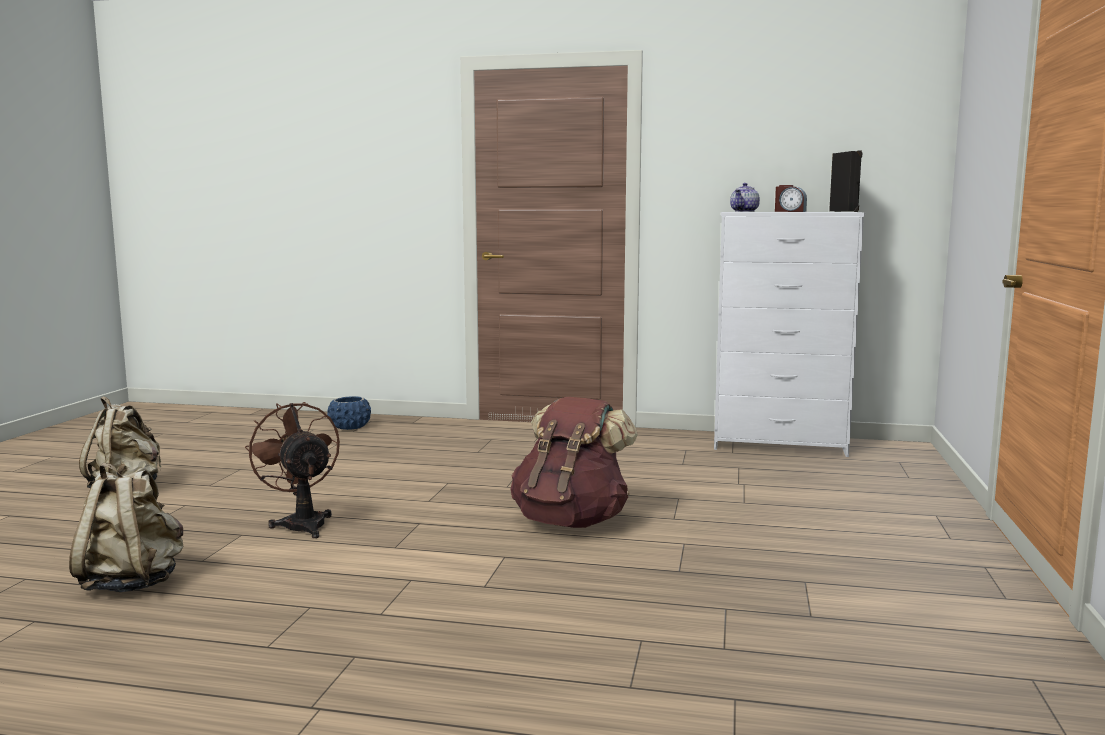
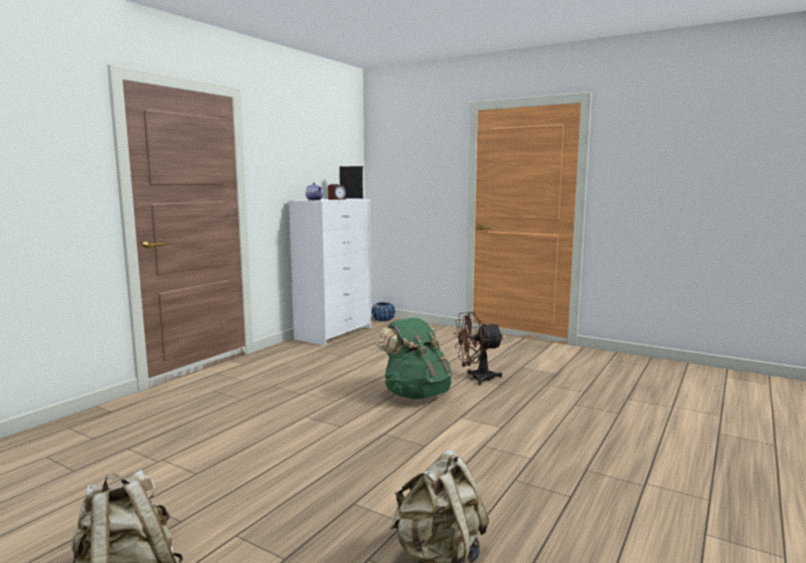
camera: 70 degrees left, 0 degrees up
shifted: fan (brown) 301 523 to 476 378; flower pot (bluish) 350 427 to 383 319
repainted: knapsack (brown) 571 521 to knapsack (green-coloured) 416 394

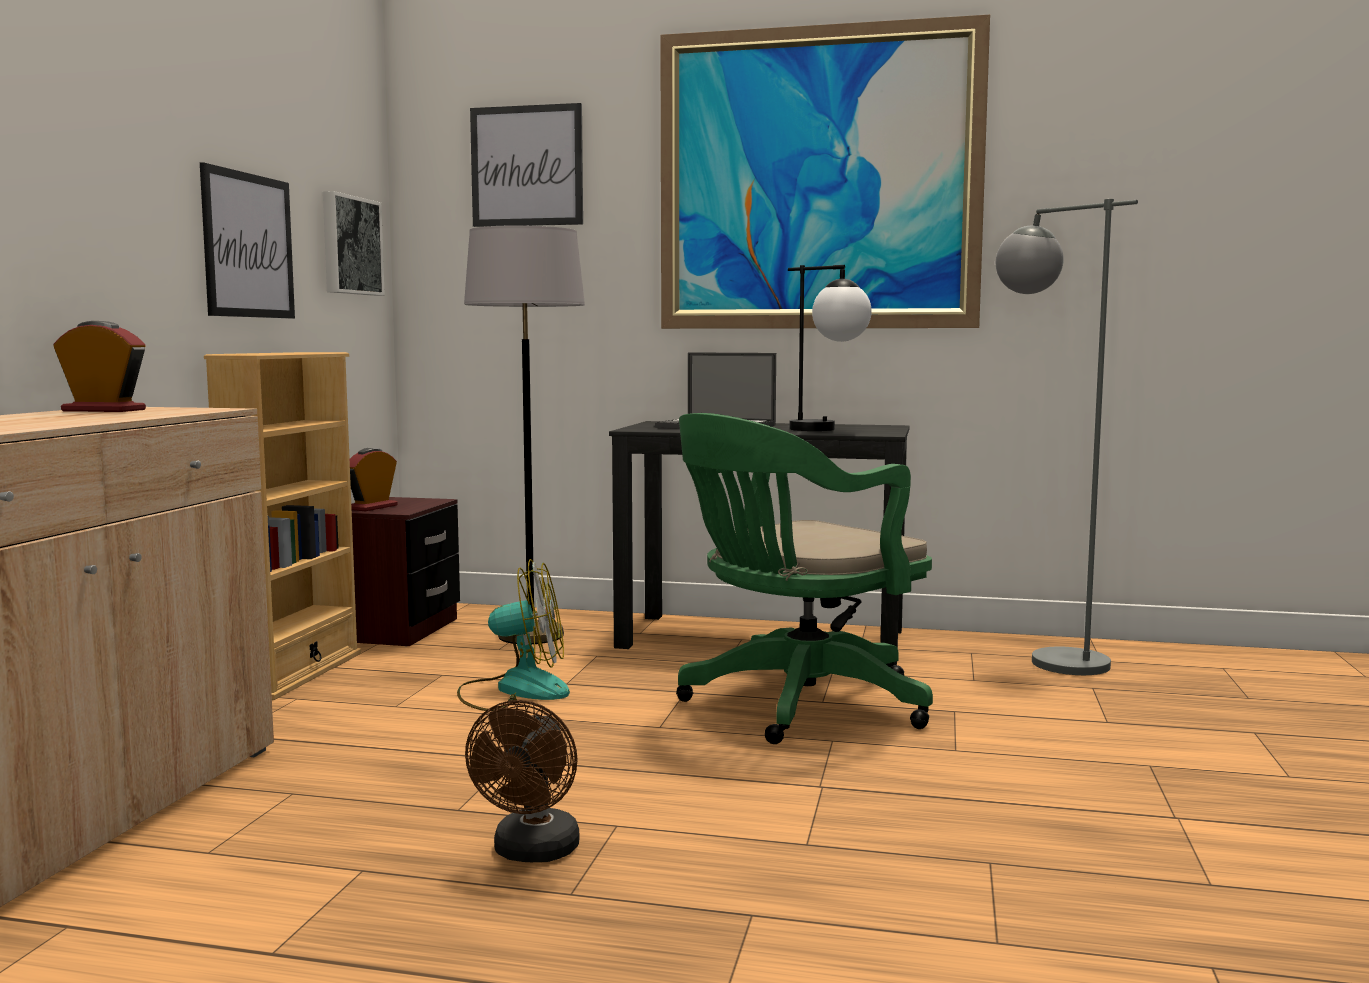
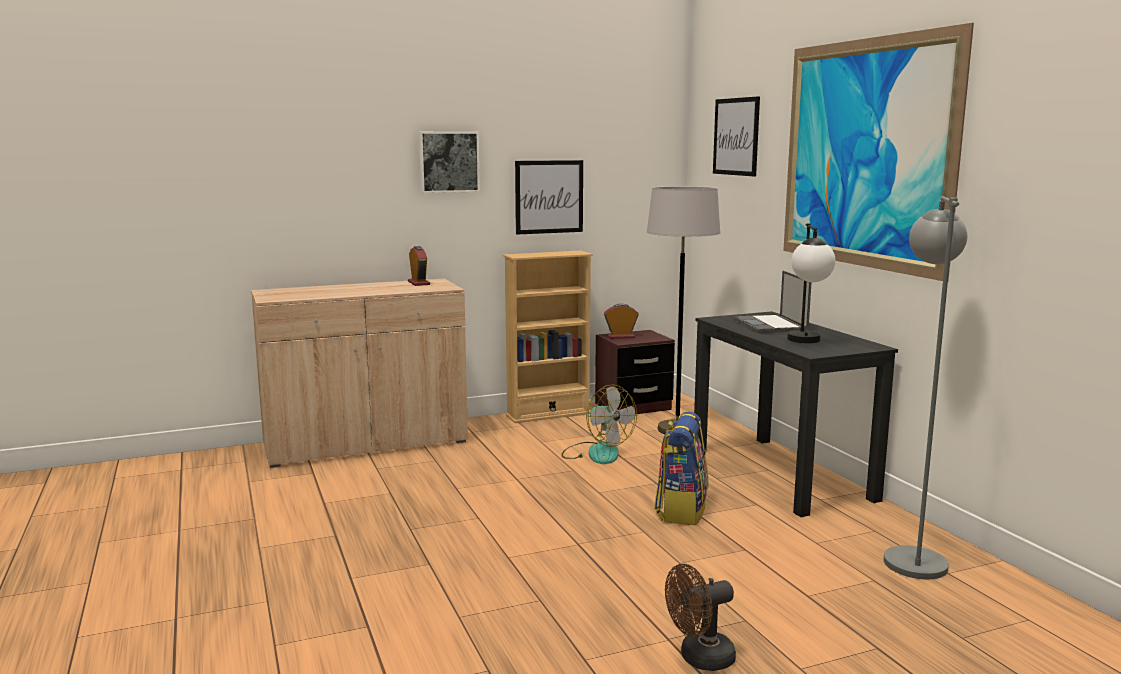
camera: 55 degrees right, 5 degrees up
shifted: wall picture 349 245 to 448 162; fan (brown) 532 853 to 699 659
swapped: desk chair (green-coloured) 796 705 to knapsack 681 510

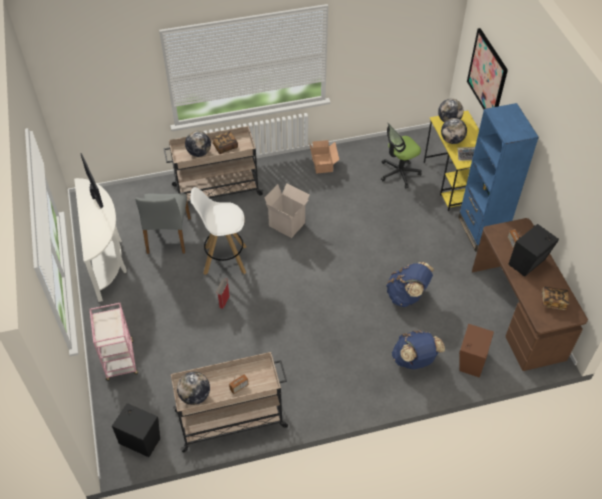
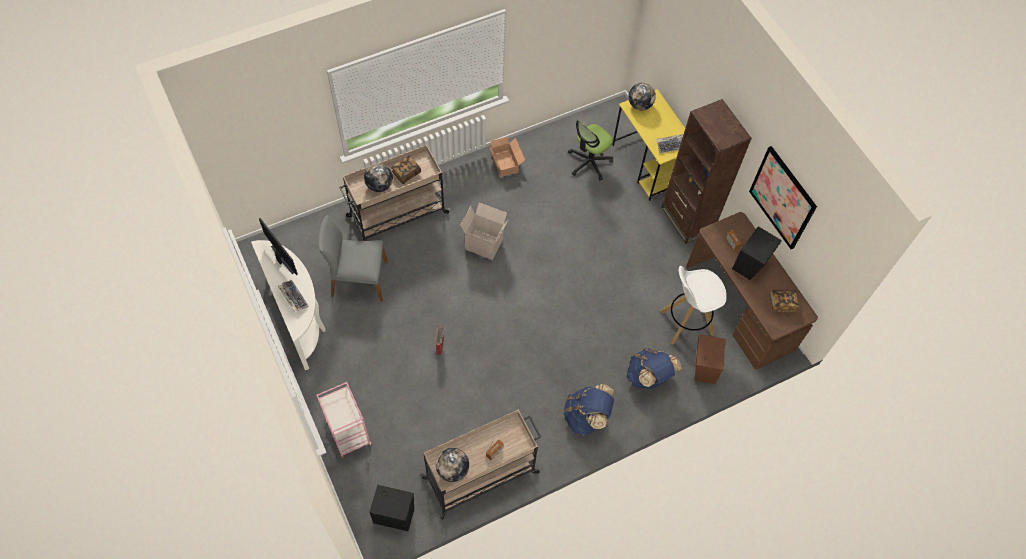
camera: 15 degrees left, 10 degrees up
gone: world globe 452 140
new: keyboard 293 297
shifted: stool (white-coloured) 224 260 to 686 323; knapsack (bluish) 407 295 to 586 417; wall picture 487 75 to 782 198
repainted: bookcase (bluish) 481 231 to bookcase (brown) 687 219
rotated: upright chair (grey) 168 236 = 358 279 105 degrees clockwise

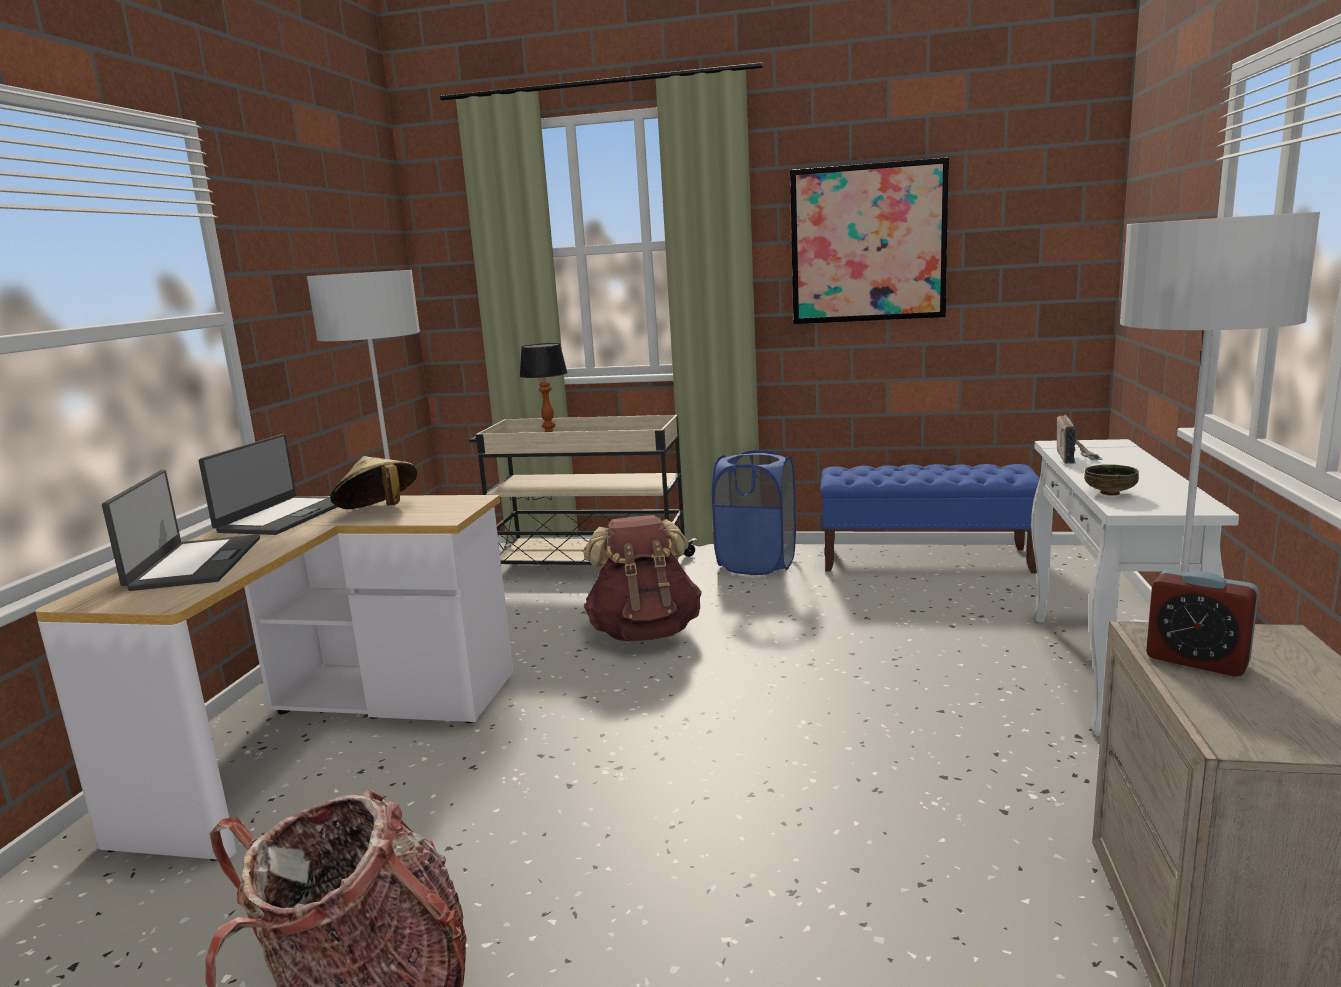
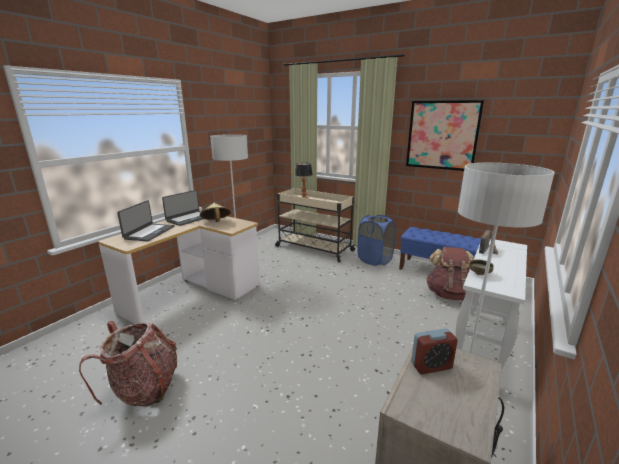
camera: 20 degrees right, 5 degrees up
shifted: knapsack (brown) 645 632 to 449 294
rotated: table clock 1196 660 = 431 366 75 degrees counterclockwise

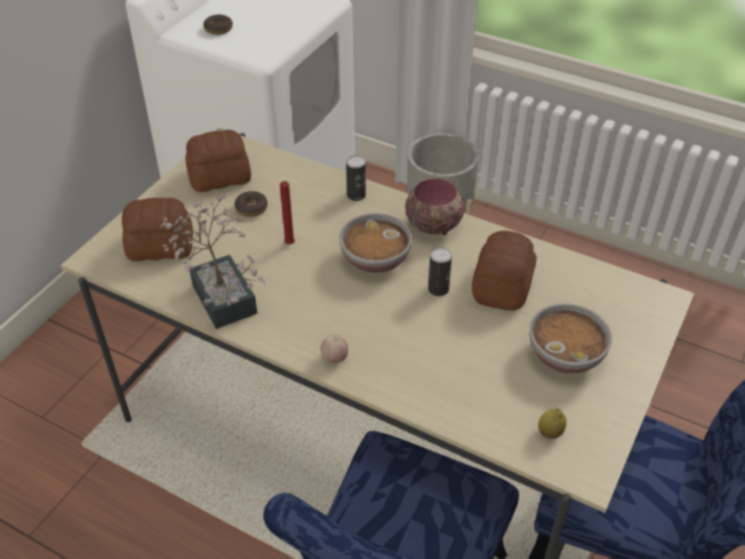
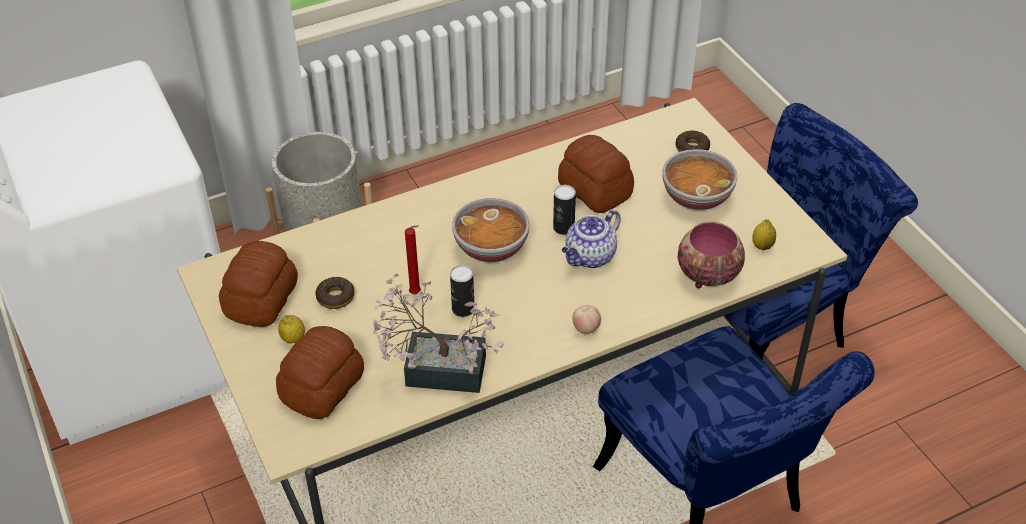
camera: 55 degrees left, 0 degrees up
new: citrus fruit 293 339; teapot 590 257
shifted: donut 218 29 to 692 148; can 356 195 to 463 309; bowl 433 225 to 706 274

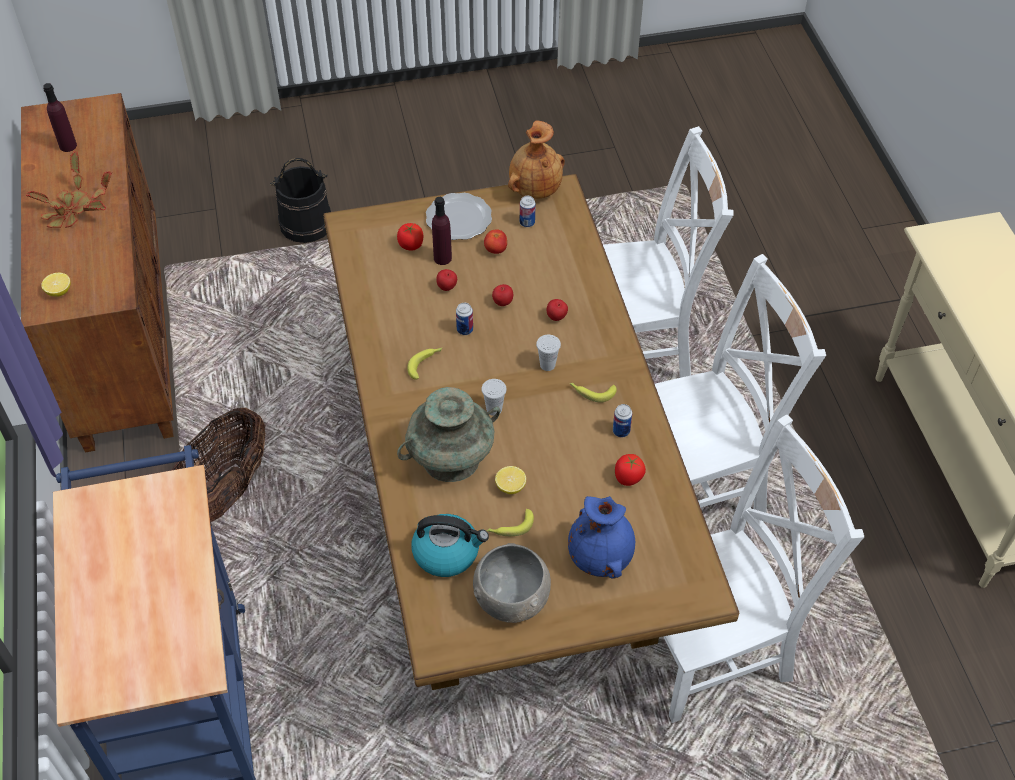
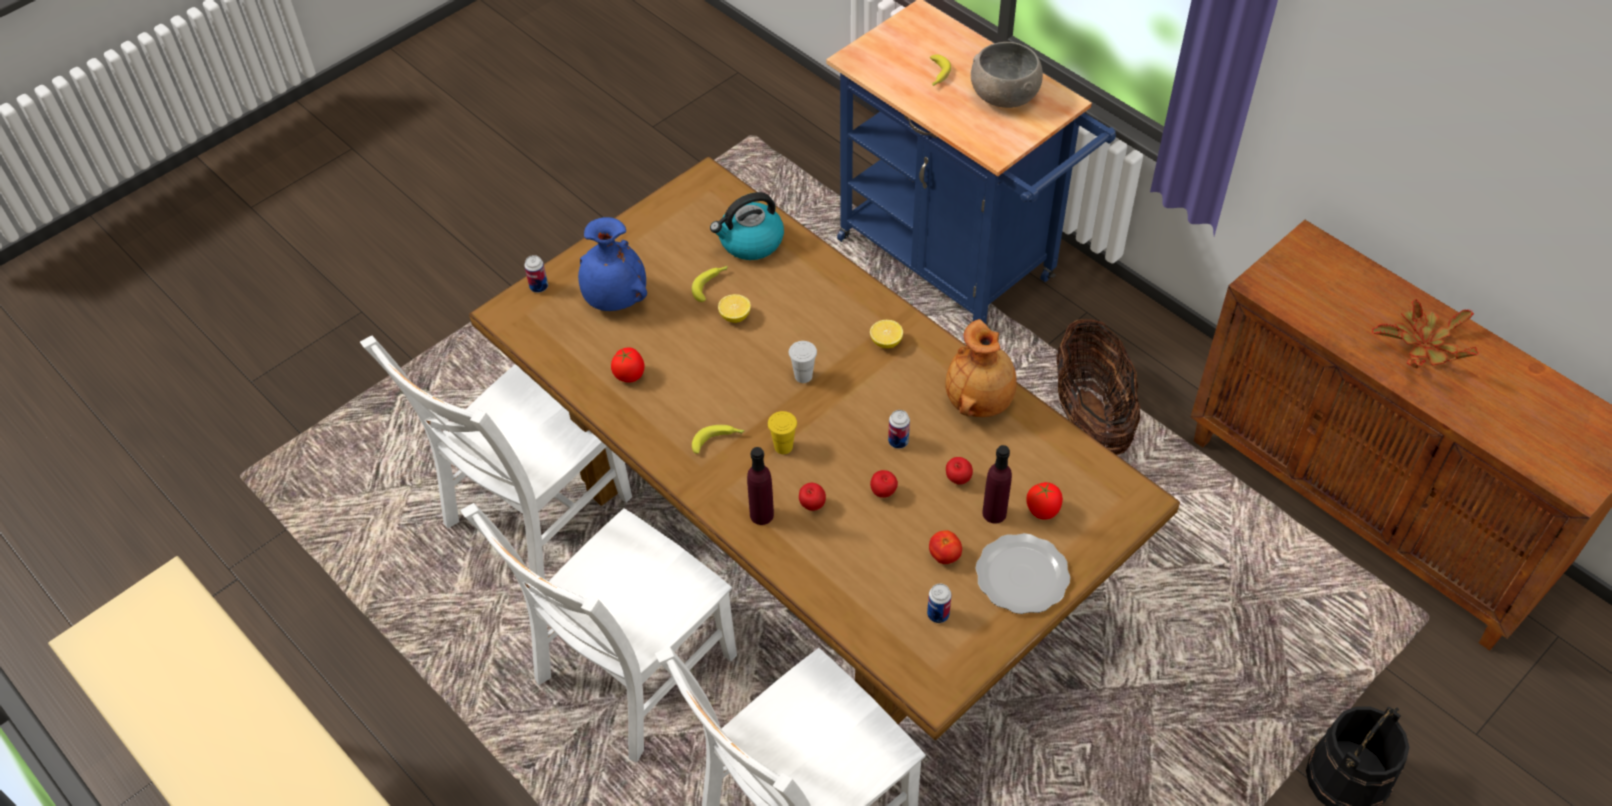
camera: 150 degrees right, 0 degrees up
gone: decorative vase (blue-green) 450 459
shifted: citrus fruit 59 291 to 886 342; bottle (purplish) 68 146 to 761 514; whole banana 425 364 to 937 75; bowl (grey) 512 597 to 1004 95; decorative vase (brown) 534 189 to 980 401; can 621 431 to 539 287
repainted: drinking cup (white-coloured) 547 365 to drinking cup (yellow) 783 447

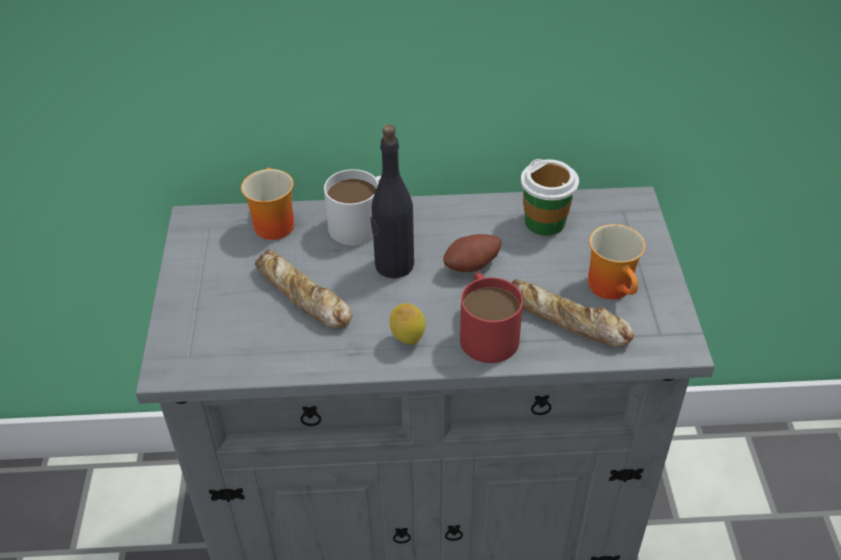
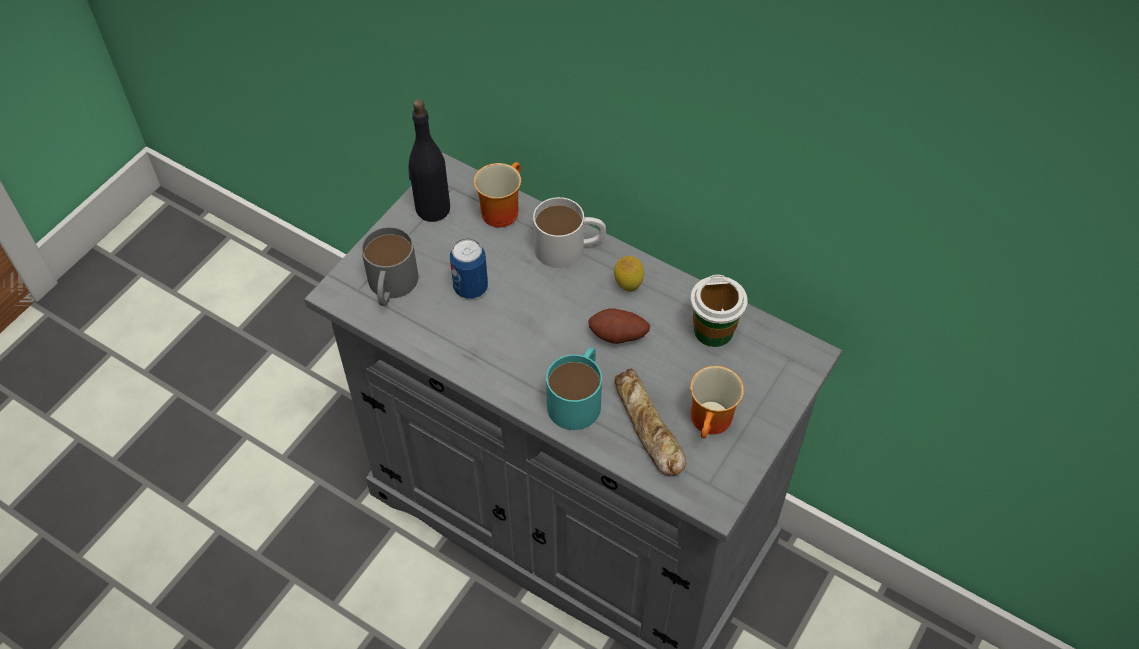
camera: 35 degrees right, 10 degrees up
new: coffee mug (grey) 390 286
shifted: bottle (blackish) 393 265 to 432 209; citrus fruit 407 340 to 628 286
swapped: bread 302 297 to can 471 288
repainted: coffee mug (red-coloured) 486 330 to coffee mug (blue-green) 578 397

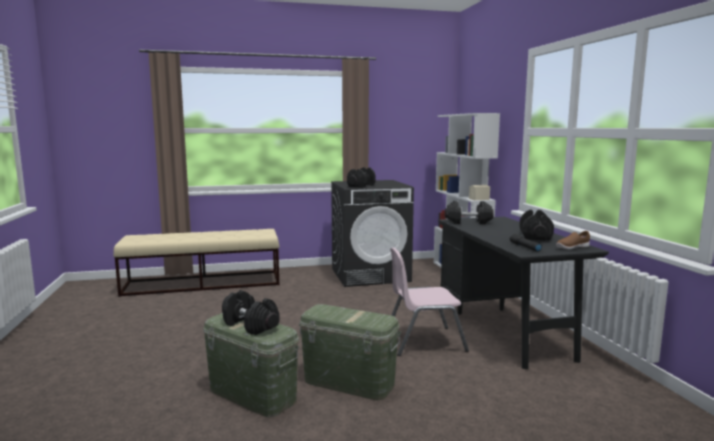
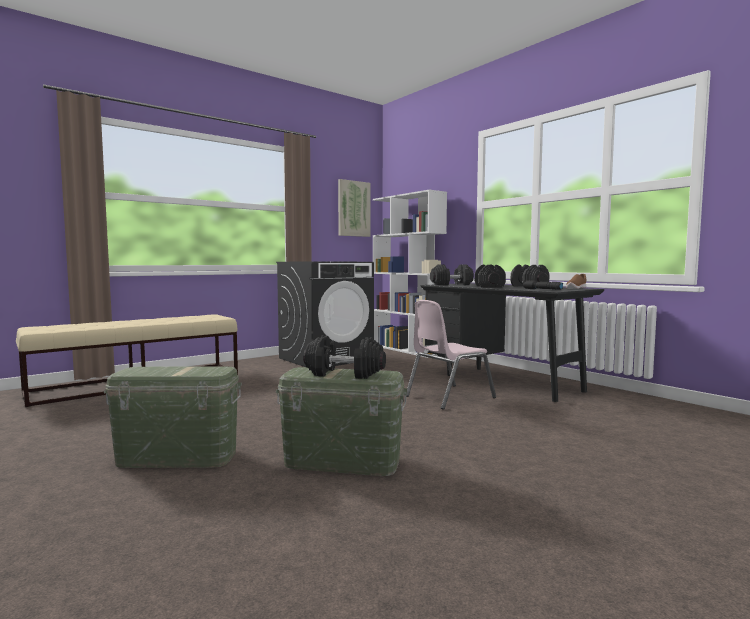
camera: 25 degrees left, 5 degrees down
new: wall picture 353 208
shifted: storage box (green-coloured) 349 382 to 178 457; hand weight (blackish) 361 185 to 489 286

